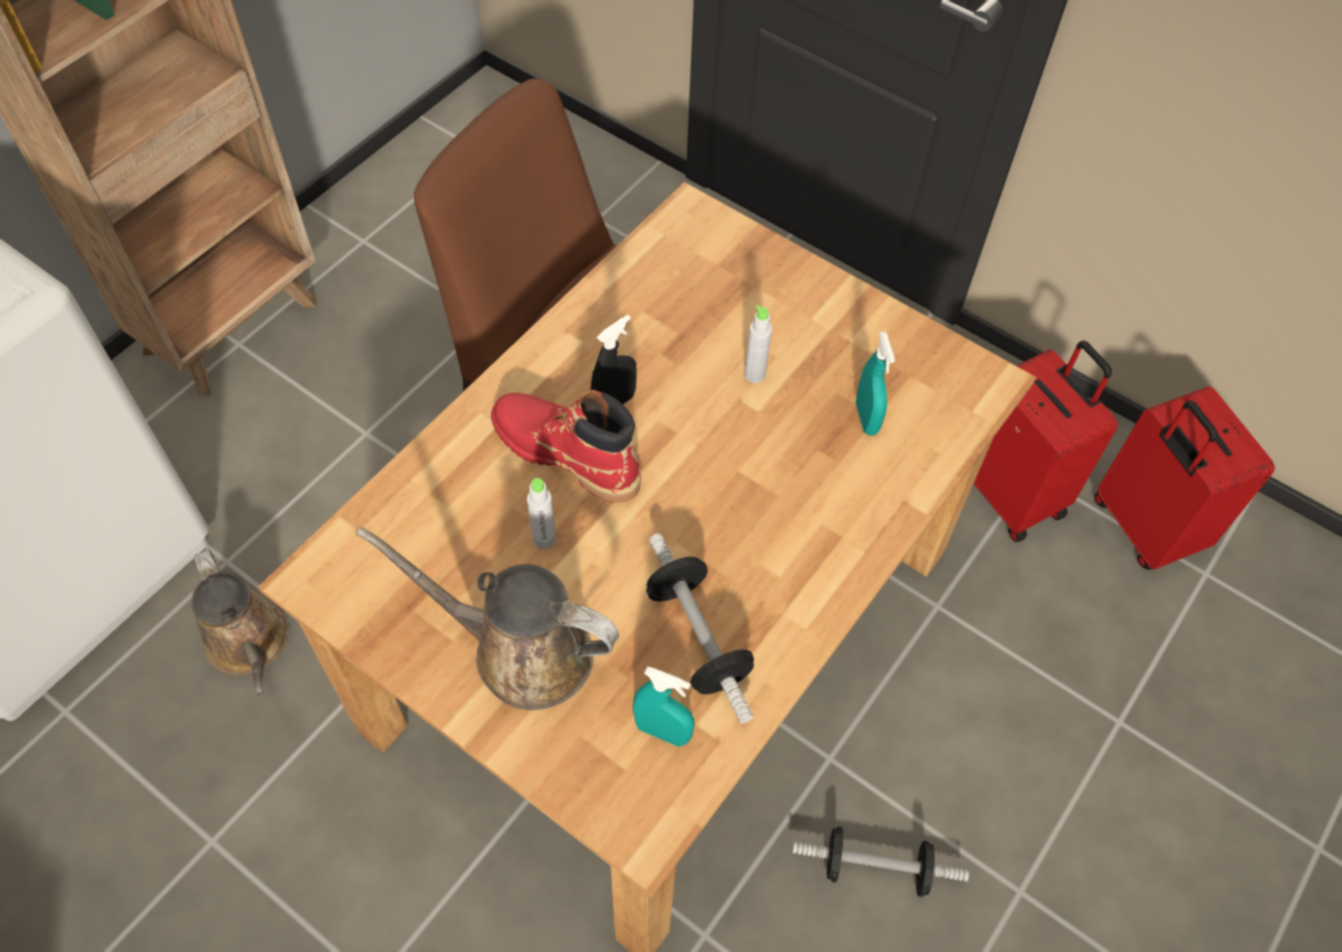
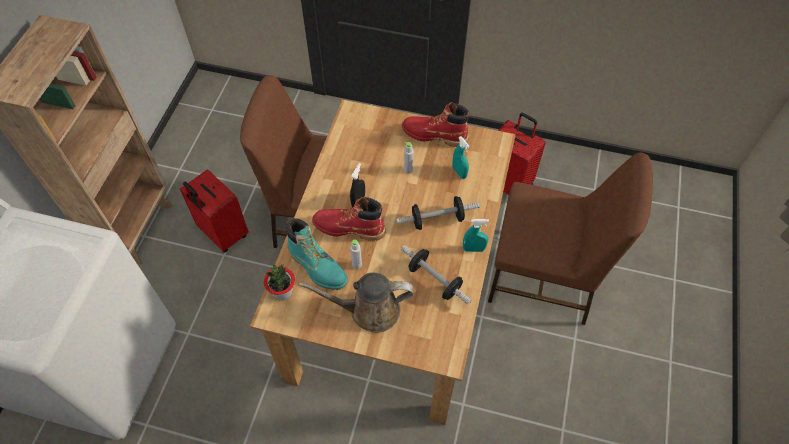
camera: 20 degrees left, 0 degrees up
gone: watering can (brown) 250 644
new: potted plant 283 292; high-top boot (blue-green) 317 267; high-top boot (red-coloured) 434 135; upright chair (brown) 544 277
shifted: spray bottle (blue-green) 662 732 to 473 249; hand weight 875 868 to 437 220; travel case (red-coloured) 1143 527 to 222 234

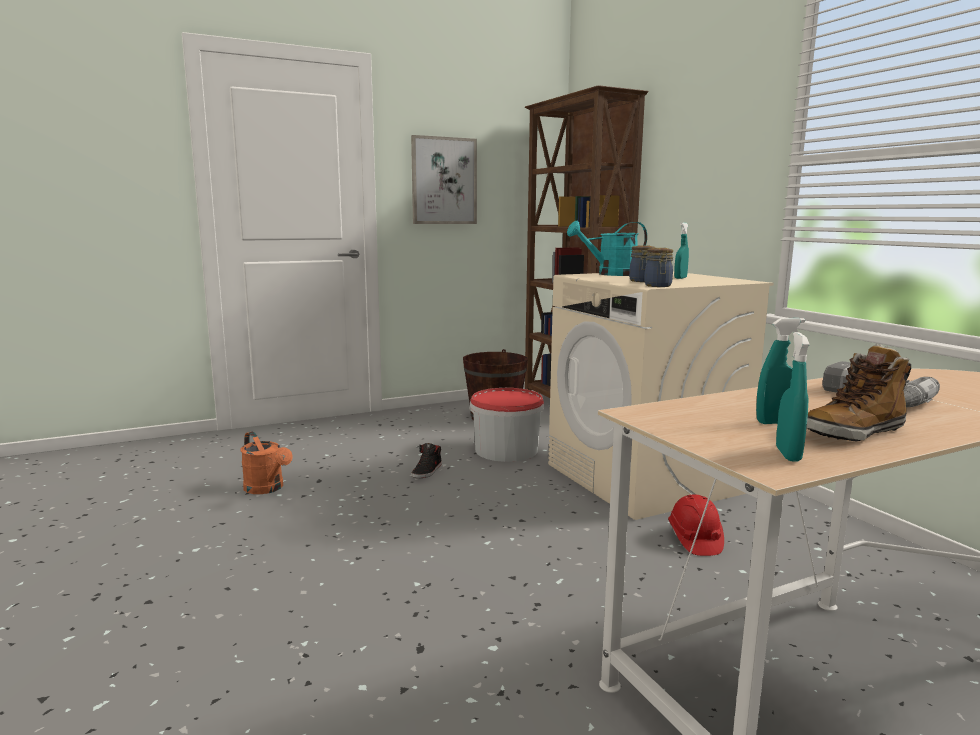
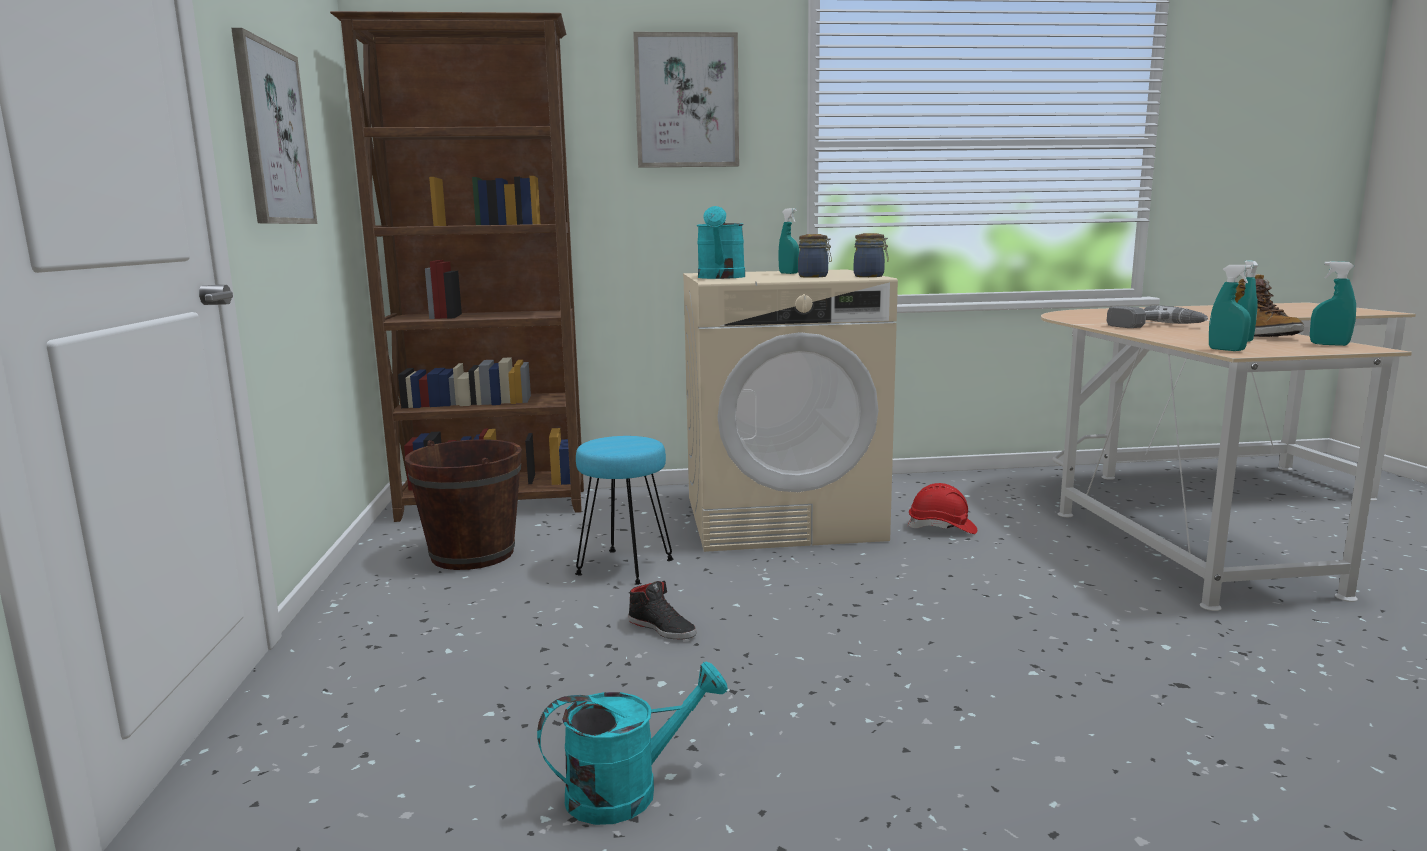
camera: 70 degrees left, 0 degrees up
new: wall picture 686 101; spray bottle (blue-green) 1226 350
swapped: water bucket 506 450 to stool (blue-green) 626 566
repainted: watering can (orange-coloured) 267 489 to watering can (blue-green) 628 790

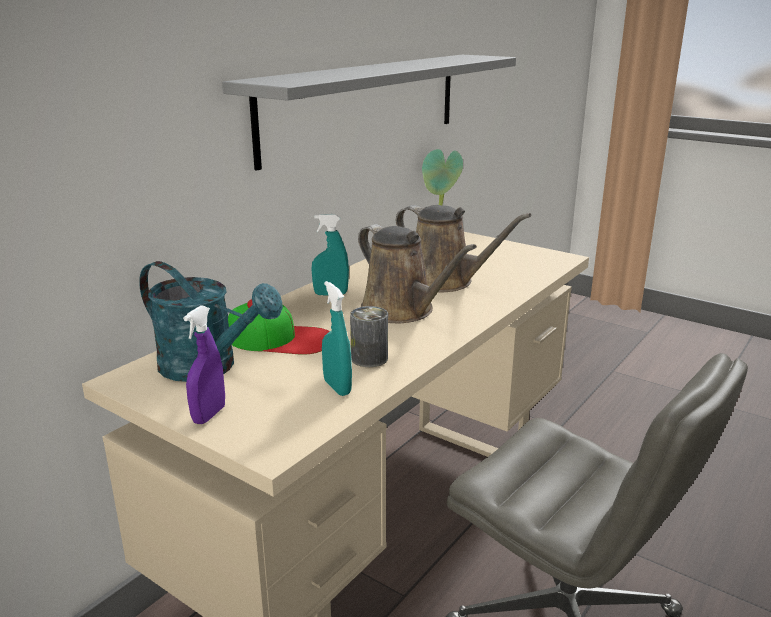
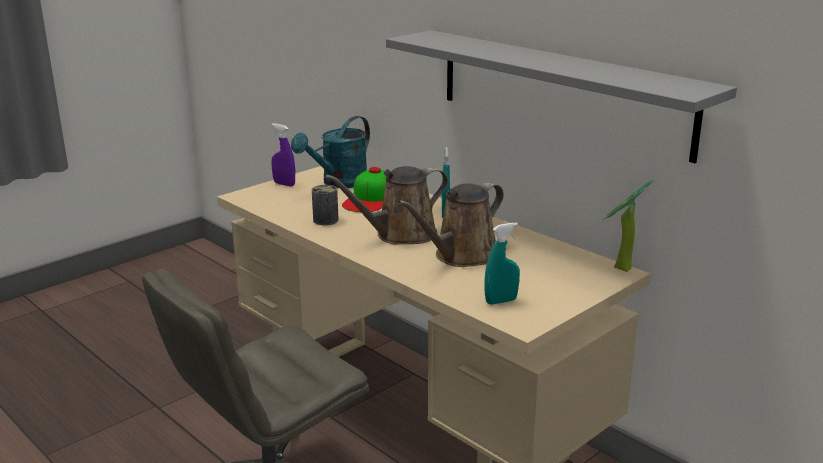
camera: 100 degrees right, 0 degrees up
shifted: spray bottle (blue-green) 337 387 to 501 301

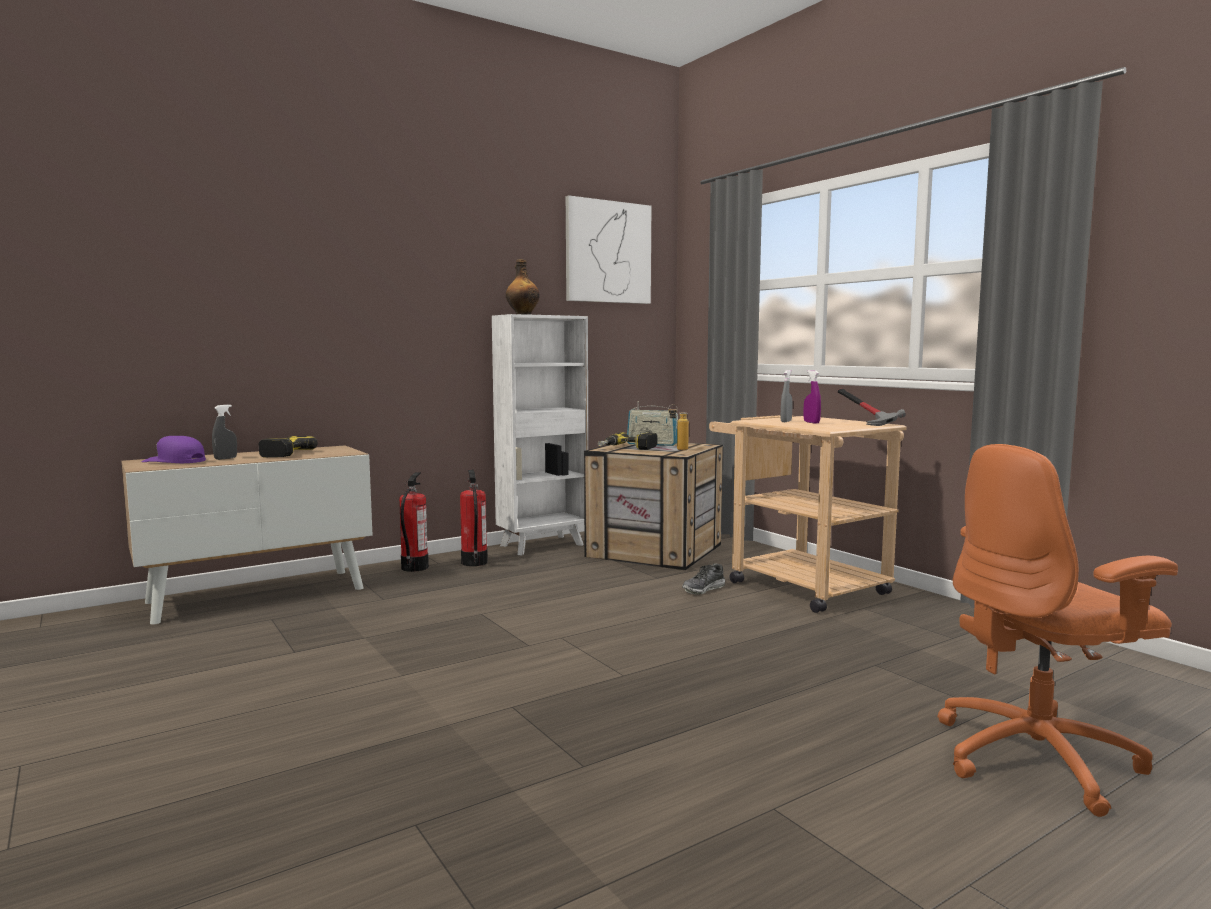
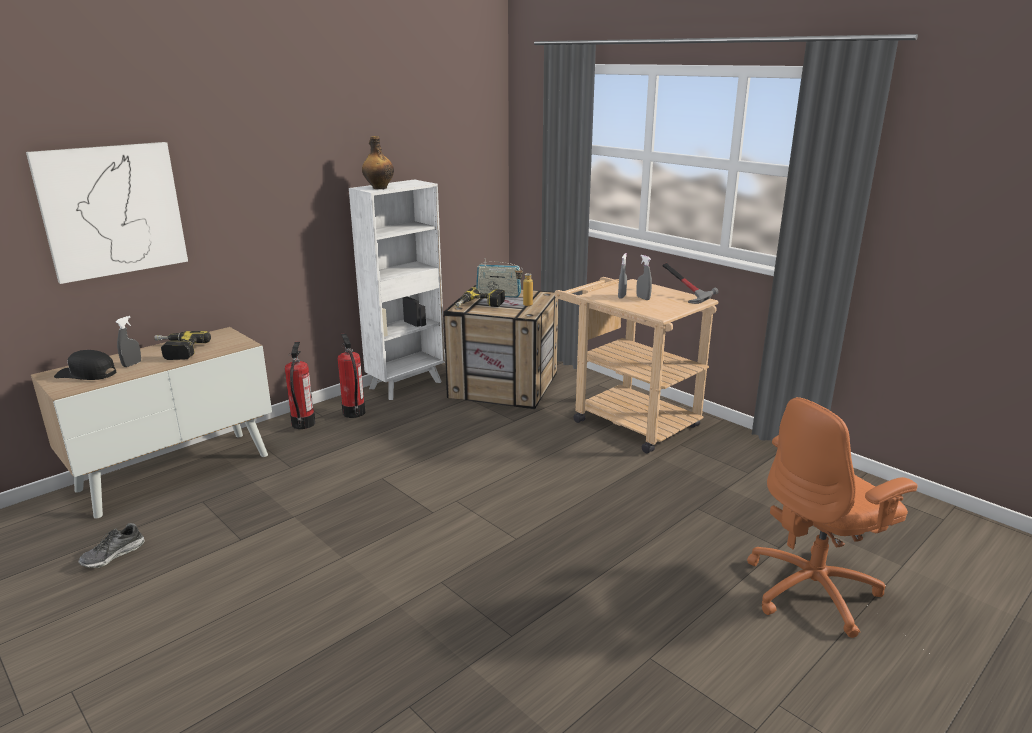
camera: 10 degrees left, 15 degrees up
shifted: wall picture 608 252 to 112 210; item of footwear 703 589 to 113 555
repainted: peaked cap (purplish) 175 461 to peaked cap (blackish) 87 374; spray bottle (purplish) 811 422 to spray bottle (grey) 643 298

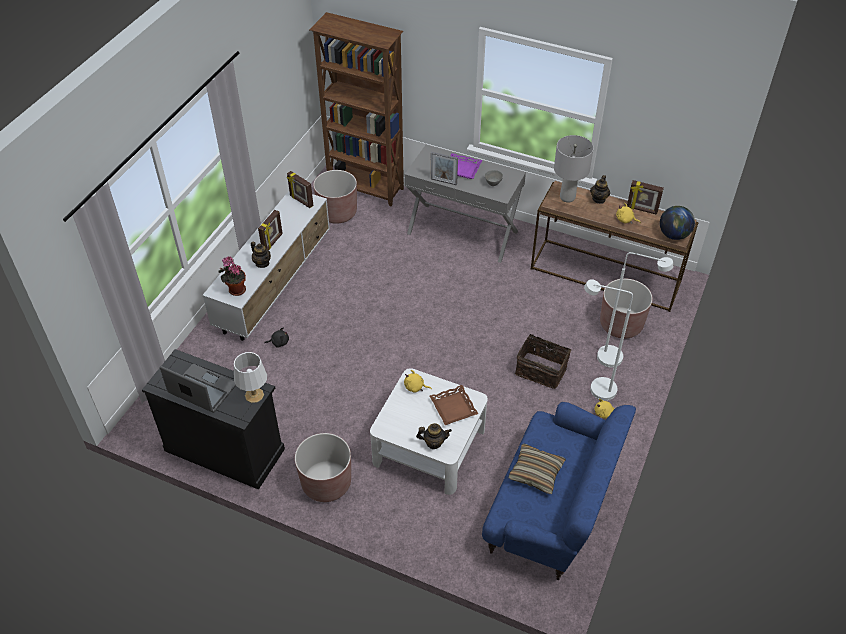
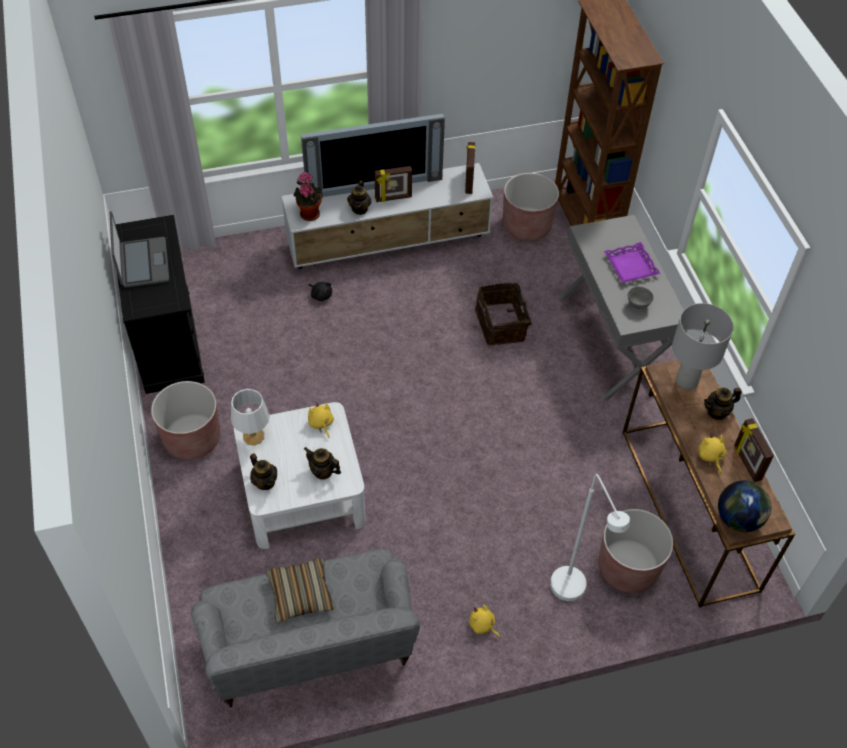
camera: 50 degrees right, 5 degrees up
gone: standing frame 443 181; floor lamp (white-coloured) 595 389
new: television 373 184
shifted: table lamp (white-coloured) 254 395 to 253 436; storage basket 541 370 to 502 324
swapped: serving tray (brown) 454 407 to teapot 323 471
repainted: couch (bluish) 551 510 to couch (grey) 311 649

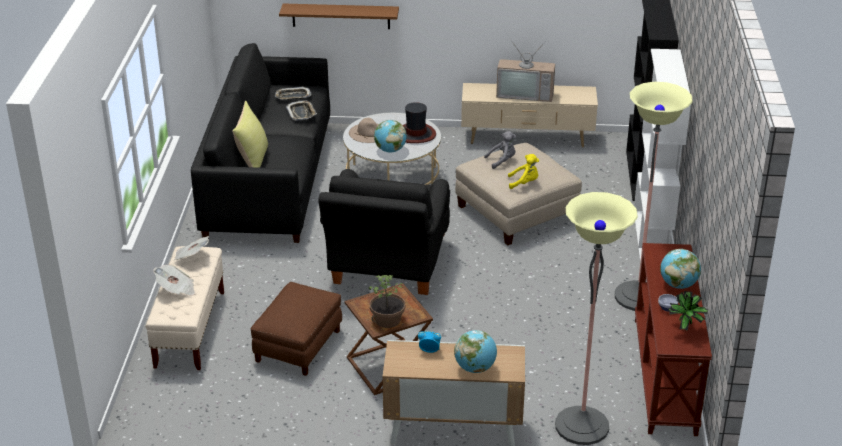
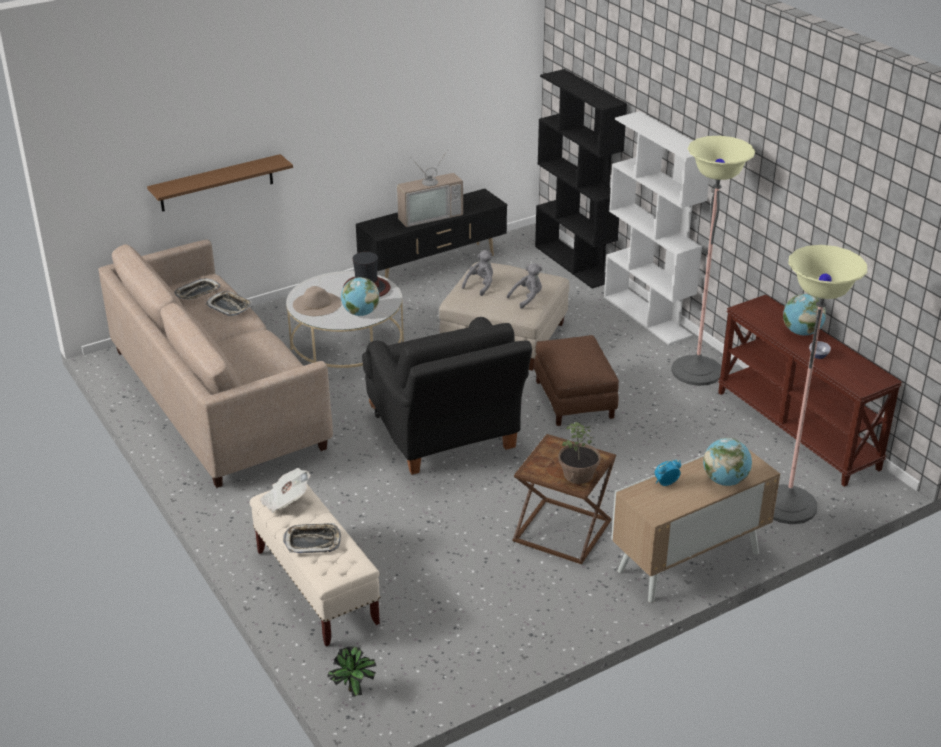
camera: 35 degrees left, 0 degrees up
gone: pillow (yellow) 253 159
shifted: ottoman (brown) 299 346 to 575 399; potted plant 686 329 to 354 690
swapped: daily paper 176 289 to serving tray 312 542
repainted: couch (blackish) 269 180 to couch (beige) 217 398; tv stand (beige) 527 139 to tv stand (blackish) 434 265; soft toy (yellow) 524 183 to soft toy (grey) 527 298

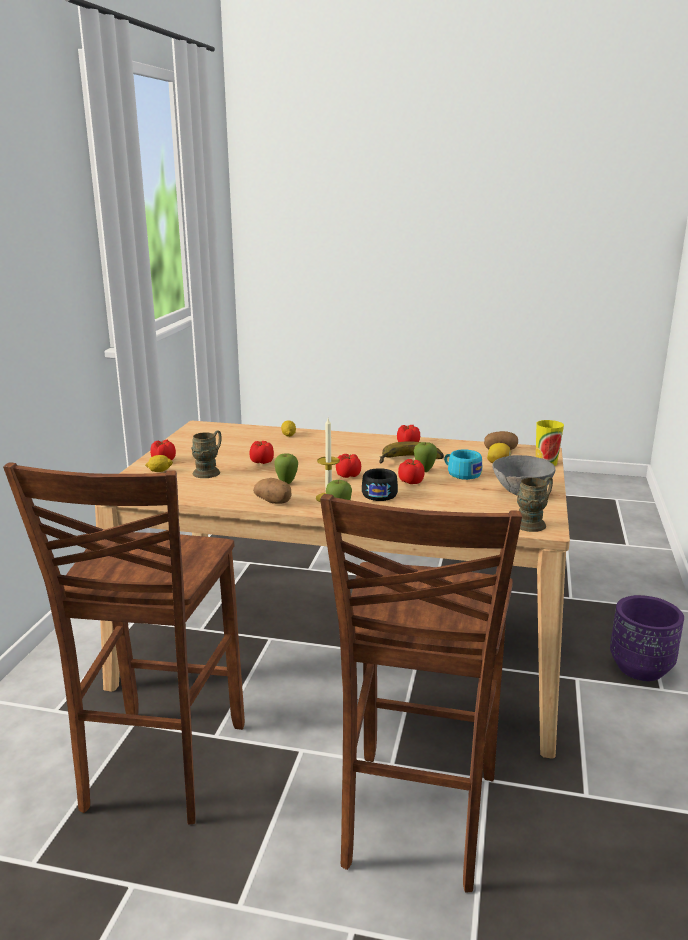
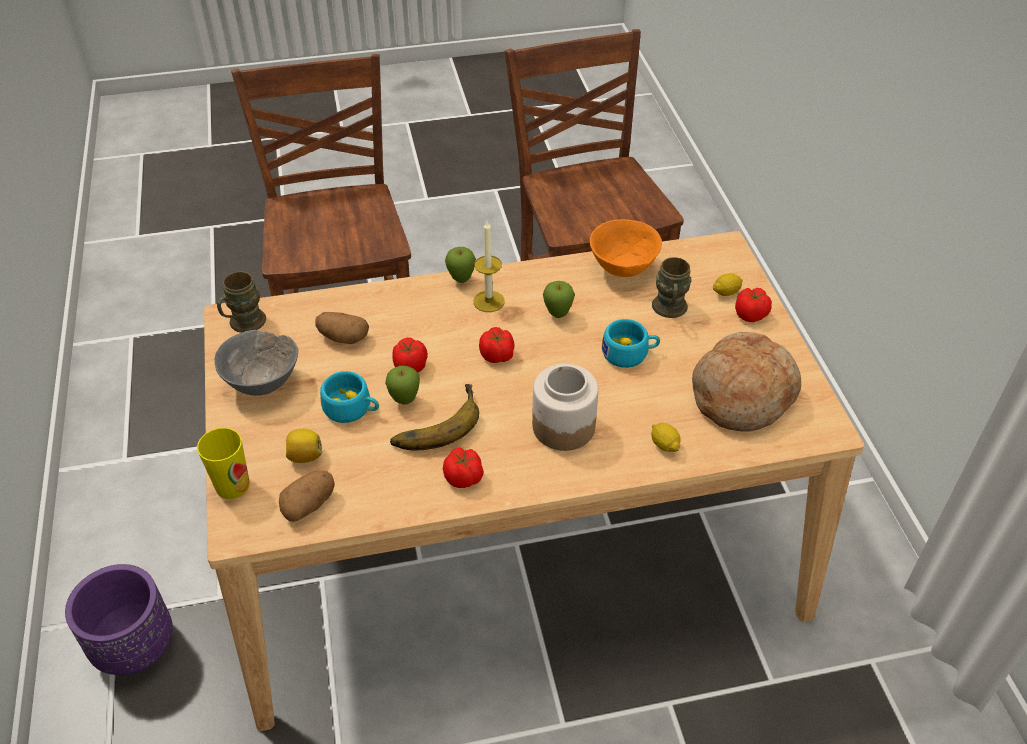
camera: 155 degrees right, 25 degrees up
gone: drinking cup (blackish) 380 494
new: storage jar 563 426; bowl (orange-coloured) 623 269; bread 742 394
shifted: potato 274 502 to 342 338
swapped: fresh tomato 262 461 to drinking cup (blue-green) 630 353

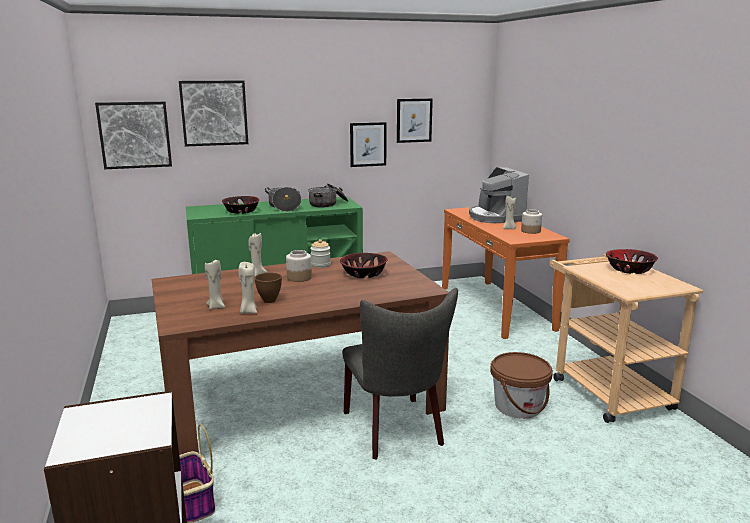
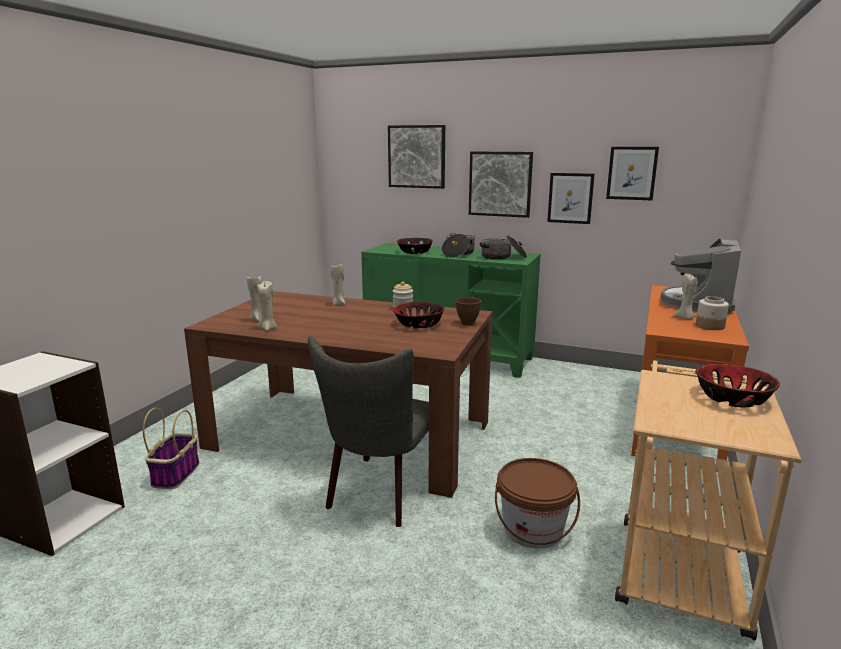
camera: 40 degrees right, 0 degrees up
gone: storage jar 299 278
shifted: wall picture 135 135 to 500 184; bowl (brown) 268 300 to 467 323

